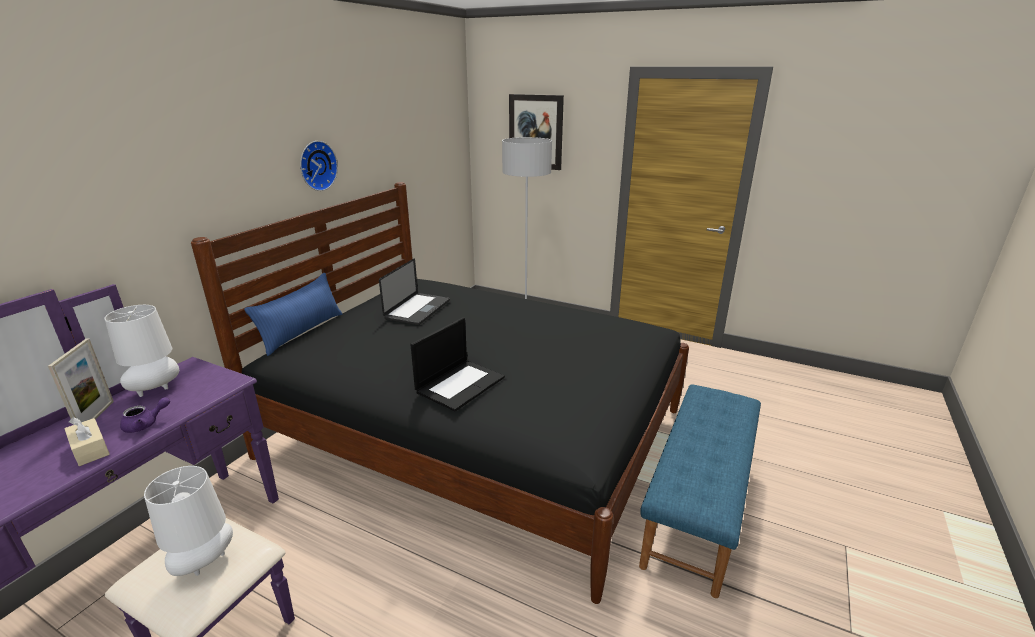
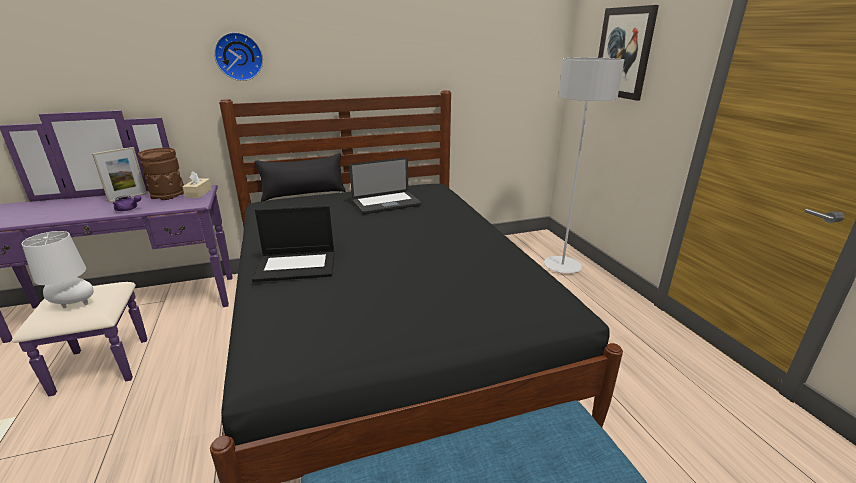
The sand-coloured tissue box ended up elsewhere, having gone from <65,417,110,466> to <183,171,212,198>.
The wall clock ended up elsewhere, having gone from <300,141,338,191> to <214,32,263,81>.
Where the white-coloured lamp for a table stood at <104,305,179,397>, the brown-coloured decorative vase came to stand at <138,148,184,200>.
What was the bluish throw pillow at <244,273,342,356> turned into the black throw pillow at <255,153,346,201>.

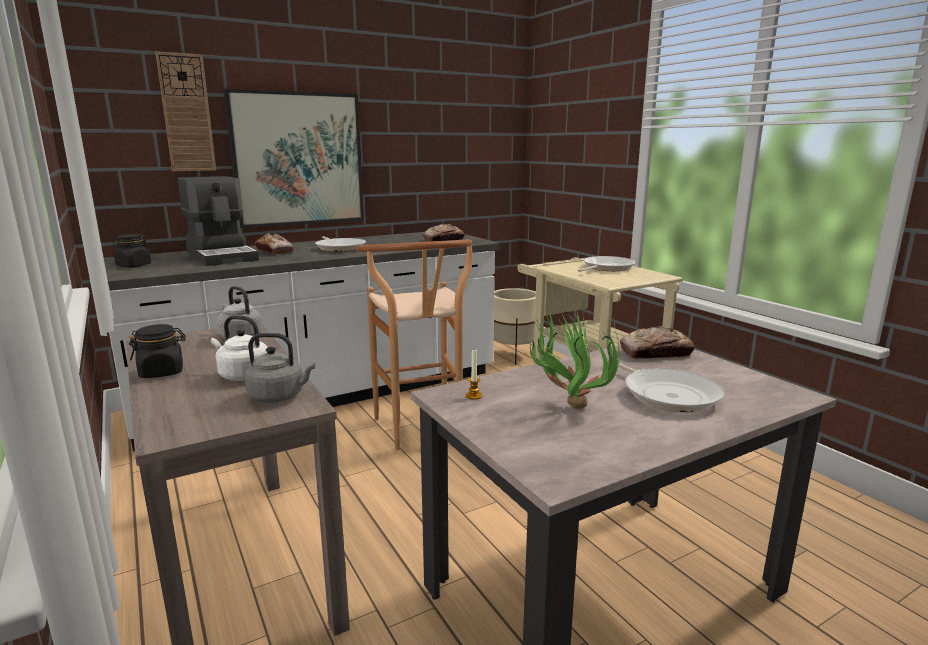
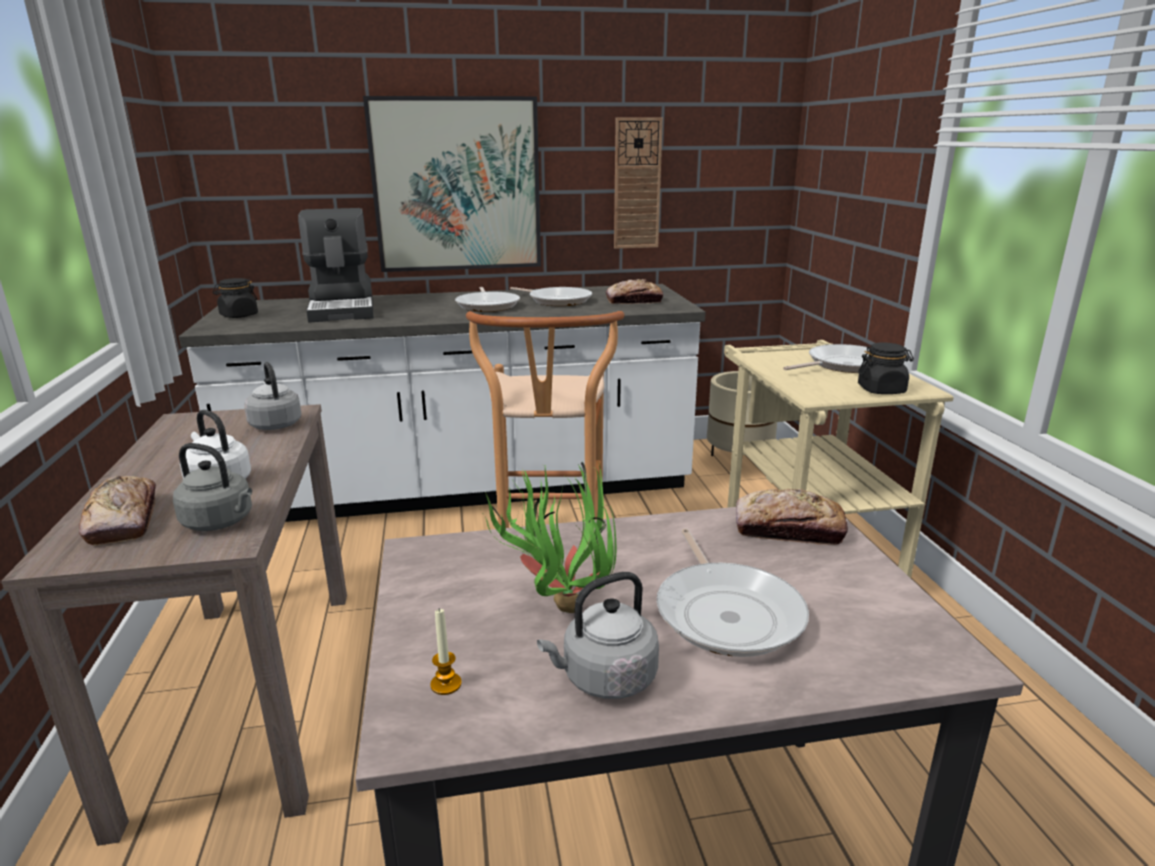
The second view gained the pan at <510,287,592,306>.
The second view gained the grey water kettle at <537,572,659,699>.
The black jar ended up elsewhere, having gone from <129,324,186,378> to <858,343,914,394>.
The wall clock ended up elsewhere, having gone from <155,51,216,171> to <614,117,663,249>.
The bakery bread ended up elsewhere, having gone from <255,233,294,254> to <79,476,156,546>.
The wax candle ended up elsewhere, having gone from <466,350,483,400> to <430,609,462,695>.

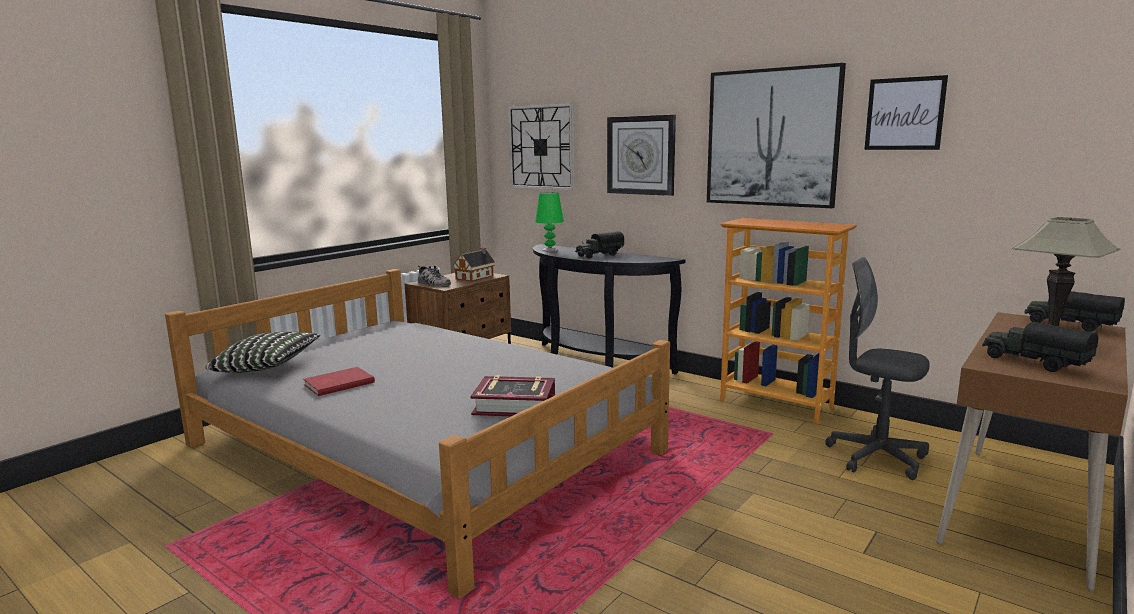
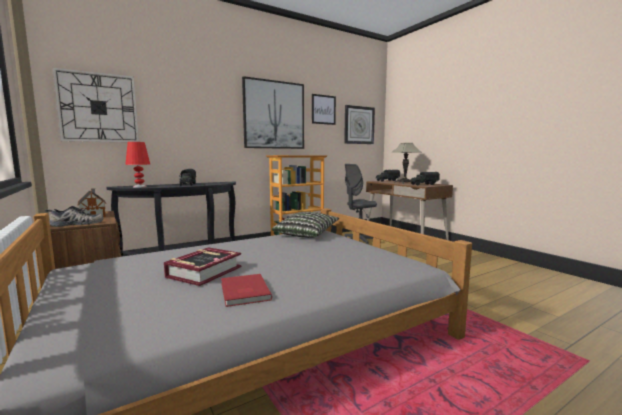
The throw pillow ended up elsewhere, having gone from <206,332,321,373> to <272,212,339,238>.
The bound book ended up elsewhere, having gone from <470,375,555,416> to <164,247,242,286>.
The wall clock ended up elsewhere, having gone from <607,115,676,196> to <344,105,375,144>.
What was the green lamp for a table at <535,192,564,252> turned into the reddish lamp for a table at <125,142,150,188>.

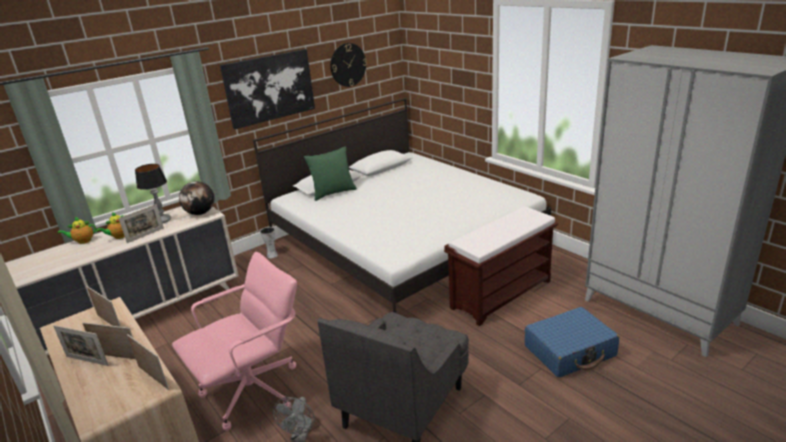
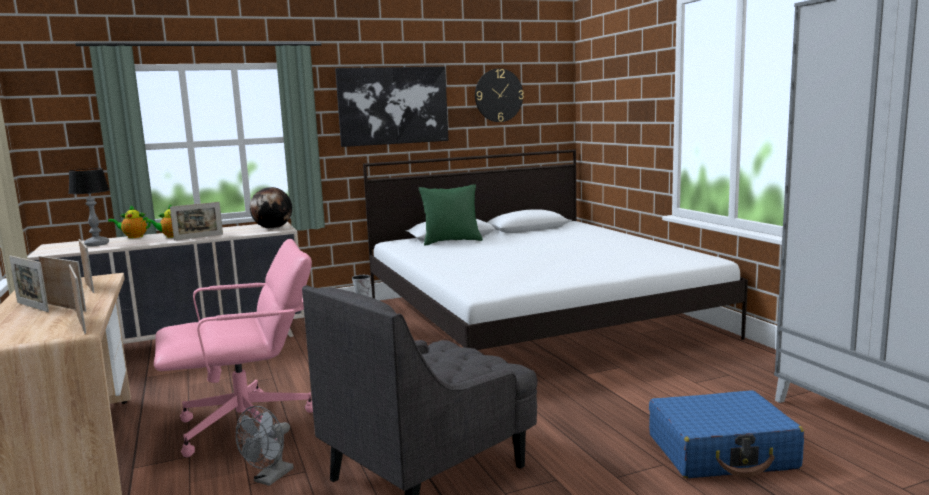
The second view lost the brown-coloured indoor bench at <444,206,558,326>.
The lamp for a table ended up elsewhere, having gone from <135,164,171,224> to <68,168,110,246>.

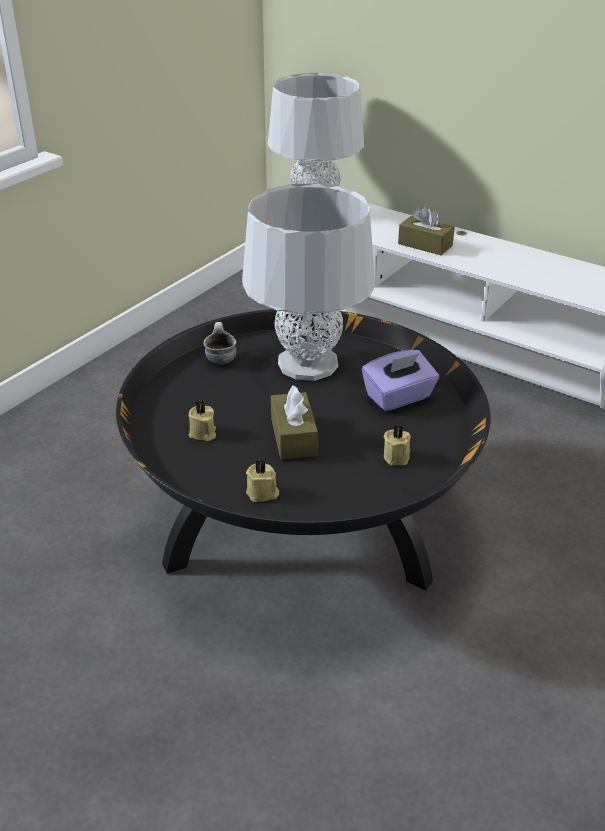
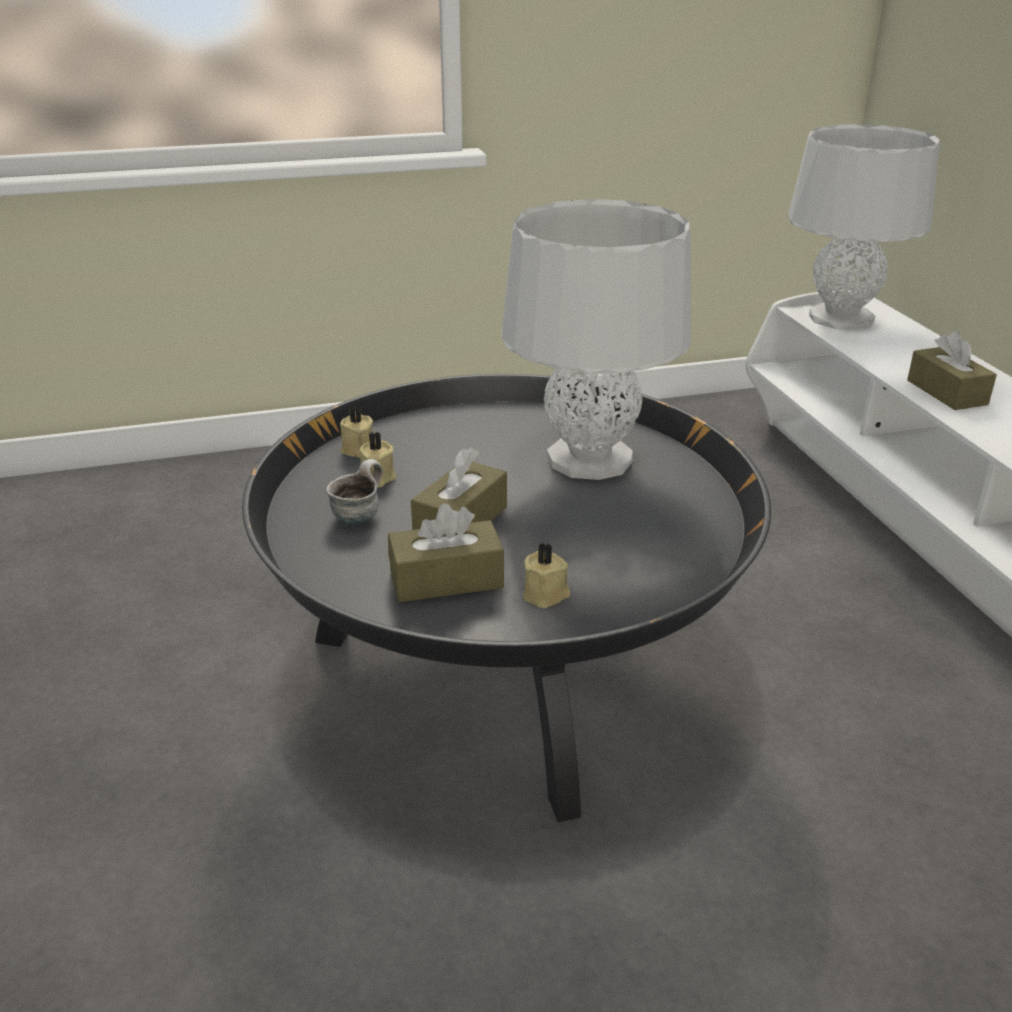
The second view lost the purple tissue box at <362,350,439,411>.
The second view gained the brown-coloured tissue box at <388,503,504,602>.
The mug ended up elsewhere, having gone from <203,322,236,365> to <326,459,383,524>.
The sand-coloured wax candle ended up elsewhere, having gone from <246,460,279,502> to <340,406,373,458>.

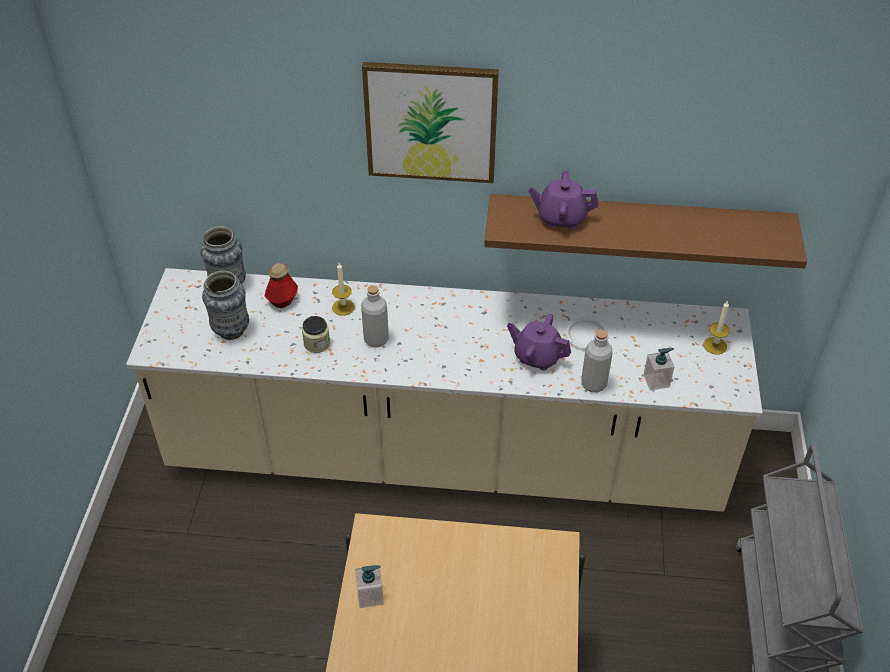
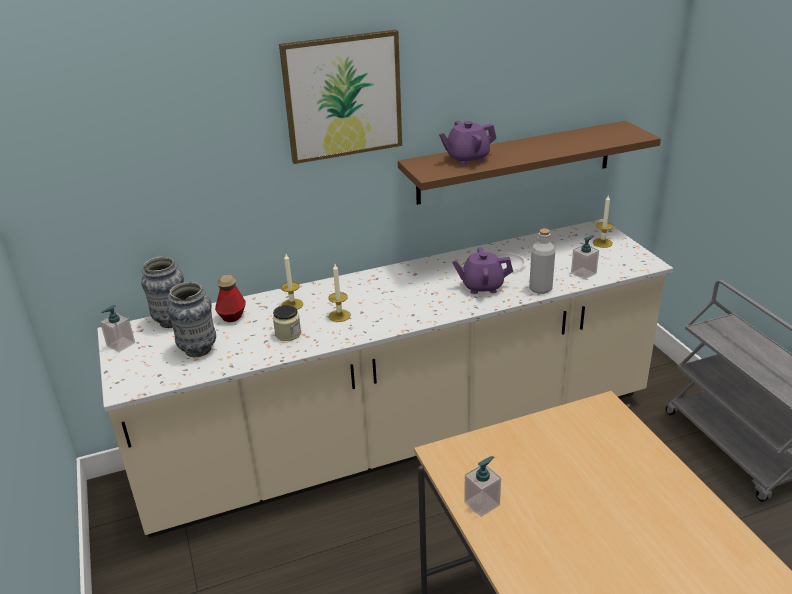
The second view gained the soap bottle at <100,305,135,352>.
Where the grey bottle stood at <361,285,389,347>, the wax candle came to stand at <328,264,351,322>.

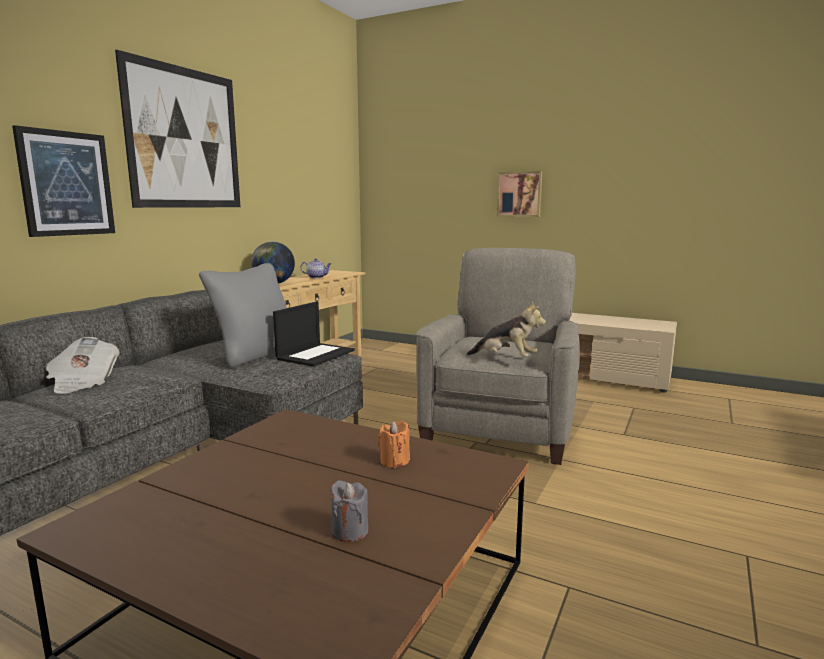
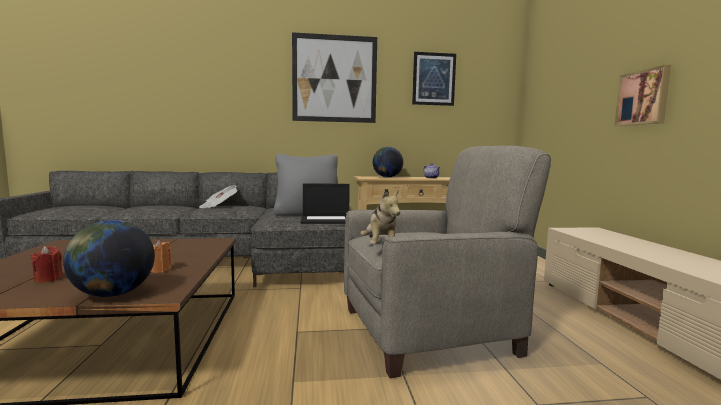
The second view gained the desk globe at <63,220,155,297>.
The wall picture ended up elsewhere, having gone from <12,125,115,237> to <412,52,456,106>.
What was the grey wax candle at <330,480,368,542> turned into the reddish wax candle at <31,246,63,283>.

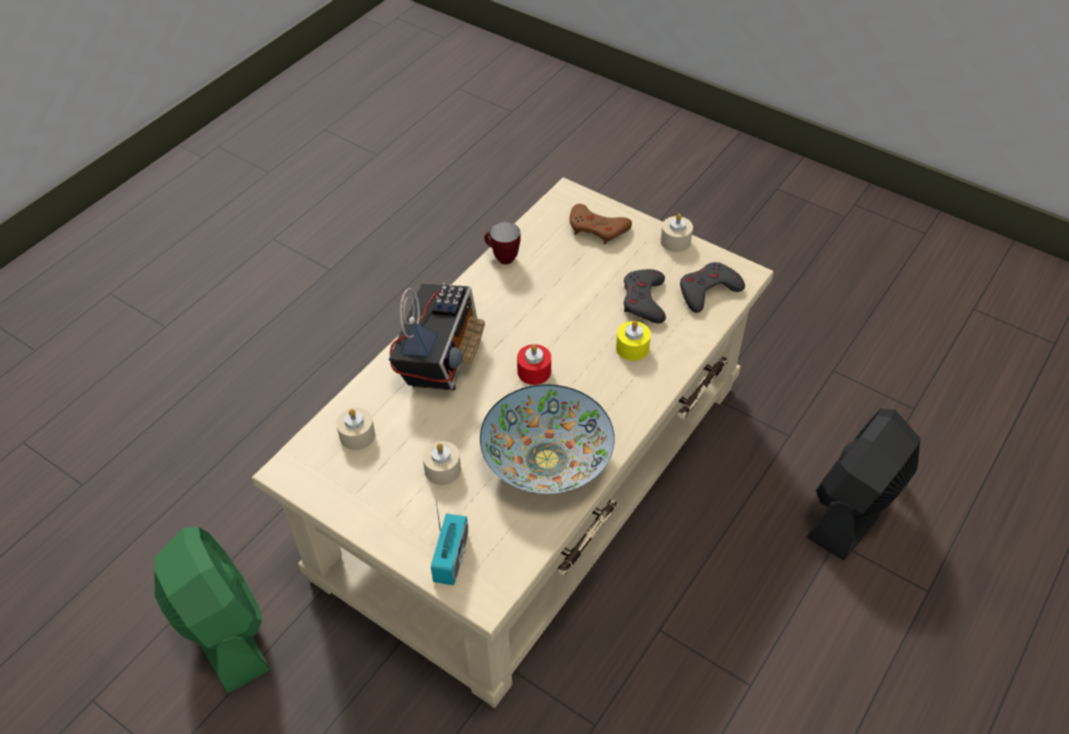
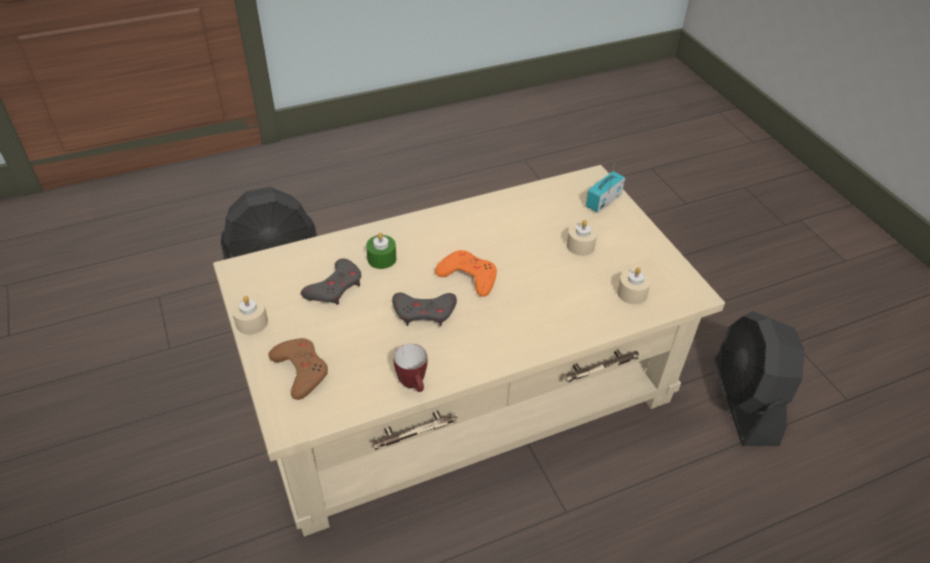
The second view lost the radio receiver at <389,283,485,391>.
The second view lost the bowl at <480,384,615,494>.
The grey joypad ended up elsewhere, having gone from <680,262,745,313> to <392,293,457,326>.
Where the reddish wax candle stood at <517,344,551,385>, the orange-coloured joypad came to stand at <435,250,497,297>.
What was the green cooling fan at <154,527,270,693> turned into the black cooling fan at <715,311,804,446>.
What was the yellow-coloured wax candle at <616,321,651,361> turned into the green wax candle at <366,232,396,269>.

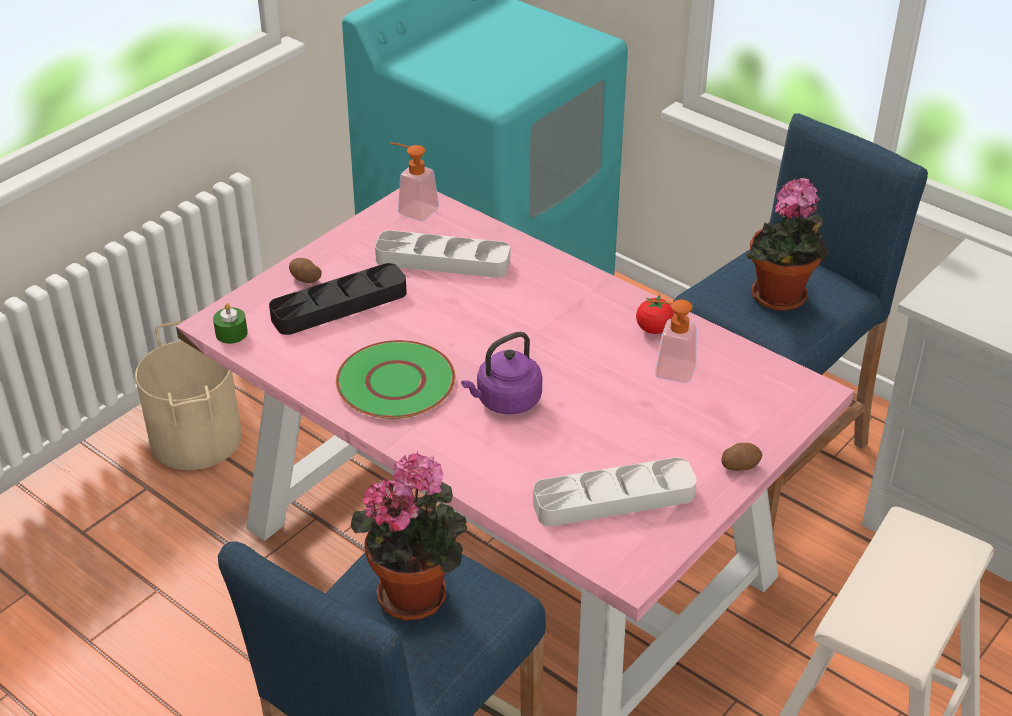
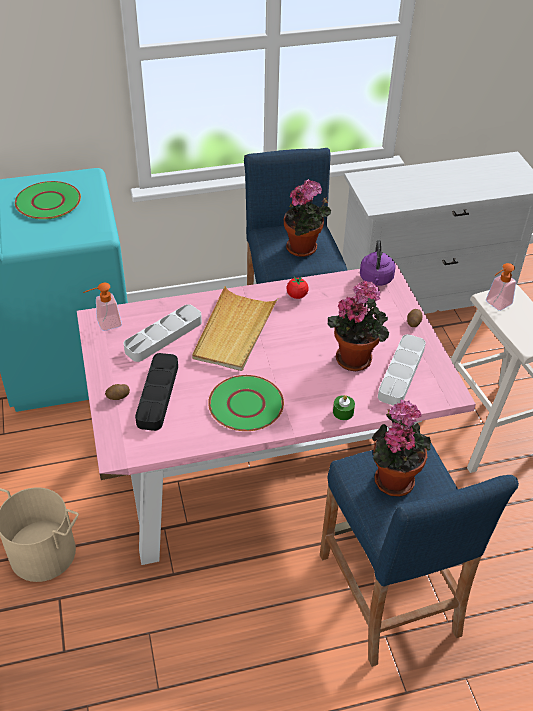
The second view gained the green plate at <15,181,81,220>.
The second view gained the sand-coloured carrying tray at <192,286,278,371>.
The second view gained the potted plant at <328,280,389,371>.
The green wax candle ended up elsewhere, having gone from <213,303,248,344> to <333,395,355,420>.
The purple water kettle ended up elsewhere, having gone from <461,332,542,415> to <360,240,396,286>.
The soap bottle ended up elsewhere, having gone from <646,299,697,383> to <486,263,516,311>.

